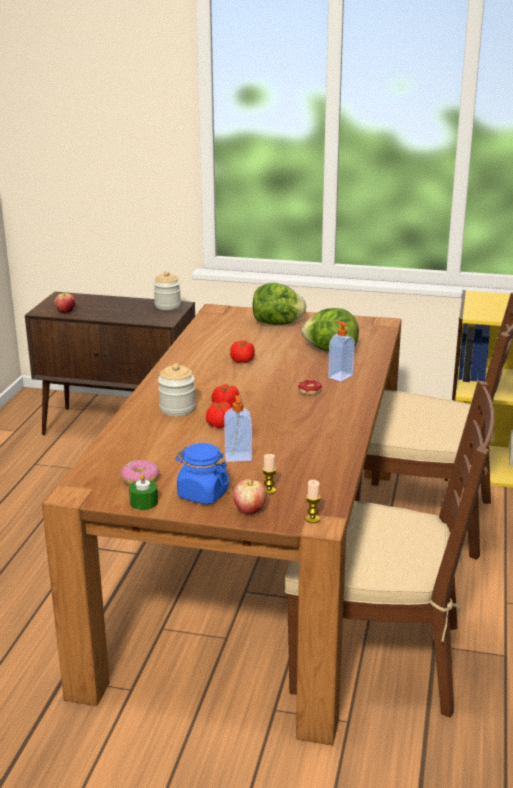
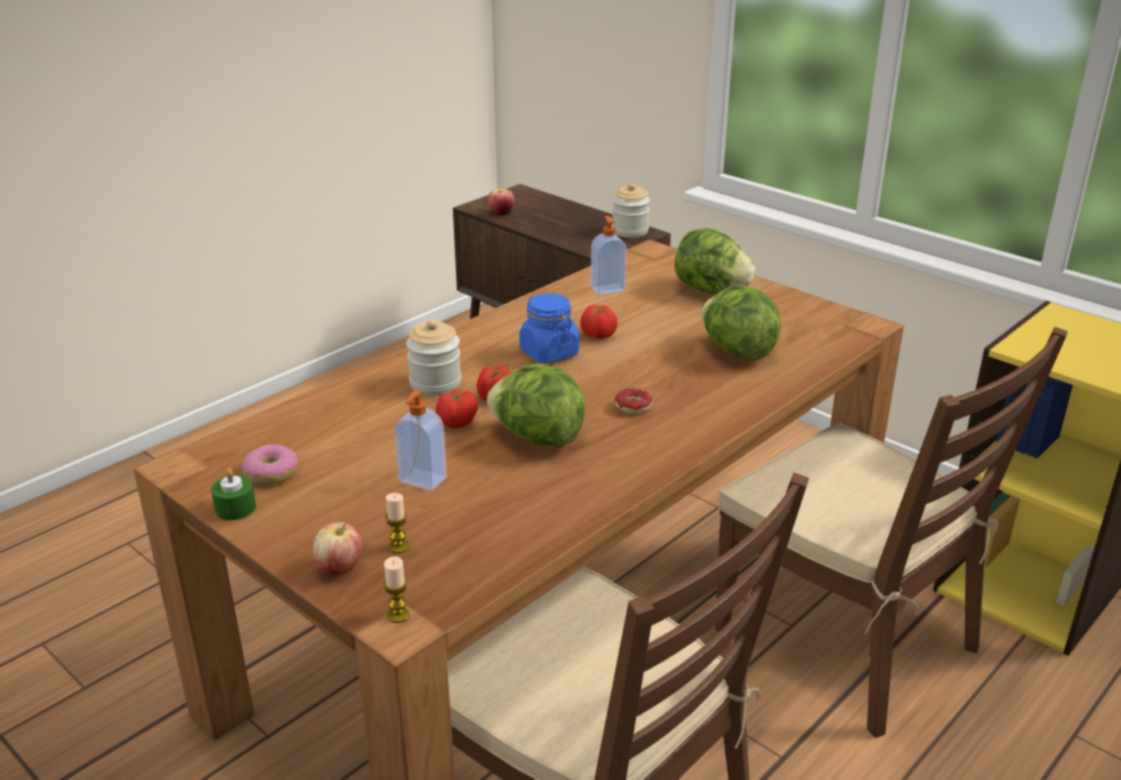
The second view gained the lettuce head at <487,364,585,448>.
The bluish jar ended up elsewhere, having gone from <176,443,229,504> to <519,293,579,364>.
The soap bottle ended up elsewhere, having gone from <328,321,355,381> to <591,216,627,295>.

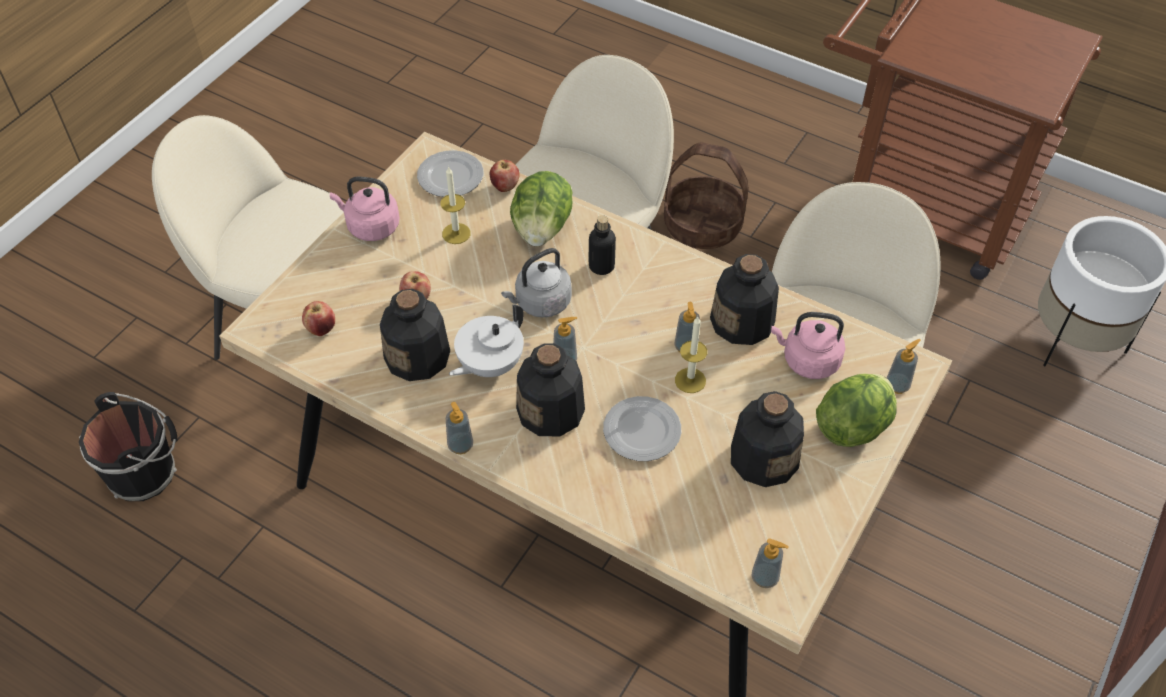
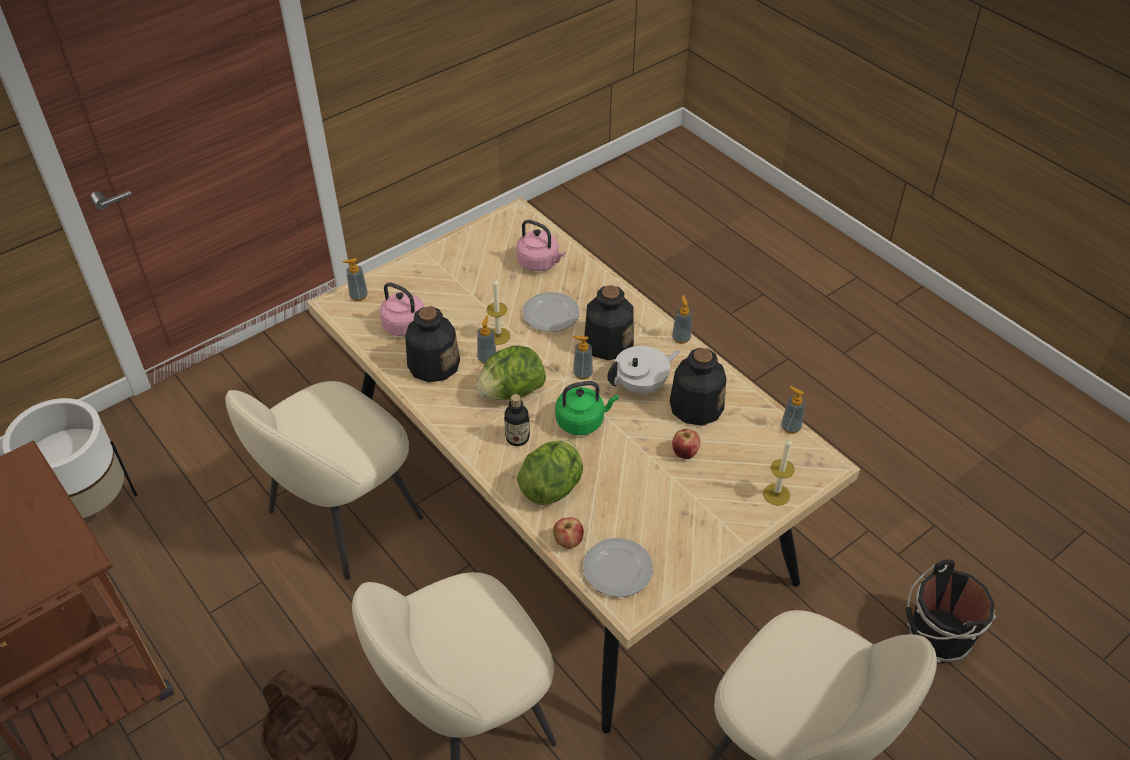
The second view lost the apple at <302,301,335,336>.
The second view lost the bottle at <731,391,804,487>.
The pink water kettle ended up elsewhere, having gone from <330,177,400,241> to <516,220,566,271>.
The wax candle ended up elsewhere, having gone from <440,166,470,244> to <763,437,795,506>.
The soap bottle ended up elsewhere, having gone from <751,538,789,588> to <781,386,806,434>.
The lettuce head ended up elsewhere, having gone from <816,373,897,447> to <476,345,546,400>.
What was the grey water kettle at <501,248,572,318> turned into the green water kettle at <555,381,619,435>.

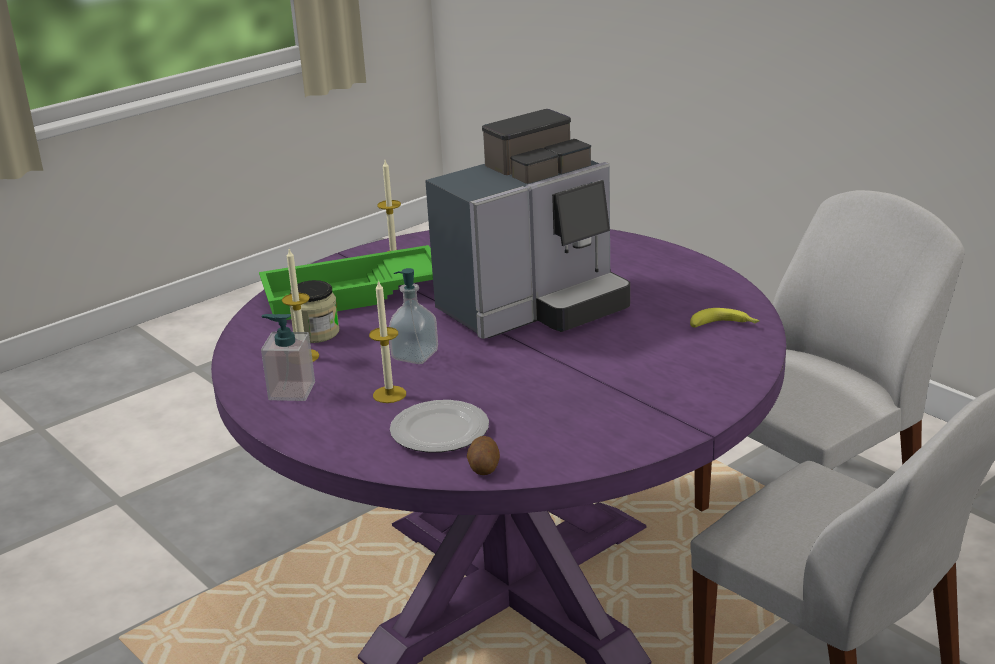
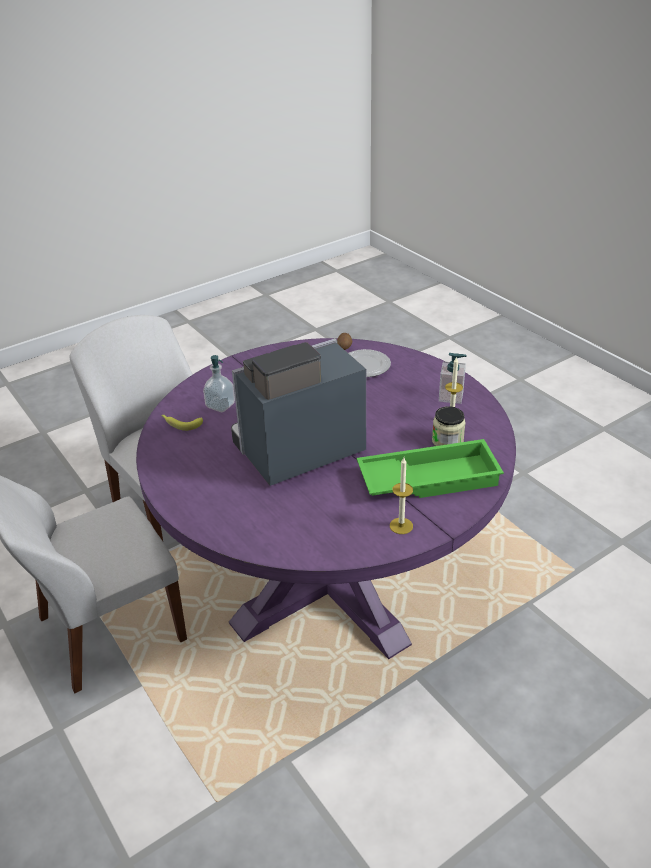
The second view lost the wax candle at <369,280,406,403>.
The soap bottle ended up elsewhere, having gone from <389,268,438,364> to <203,355,235,412>.

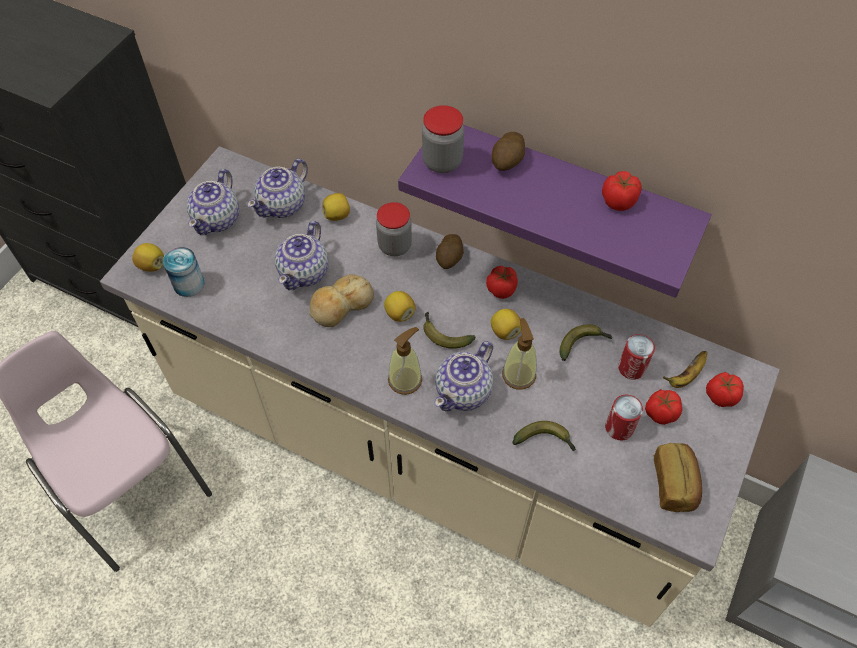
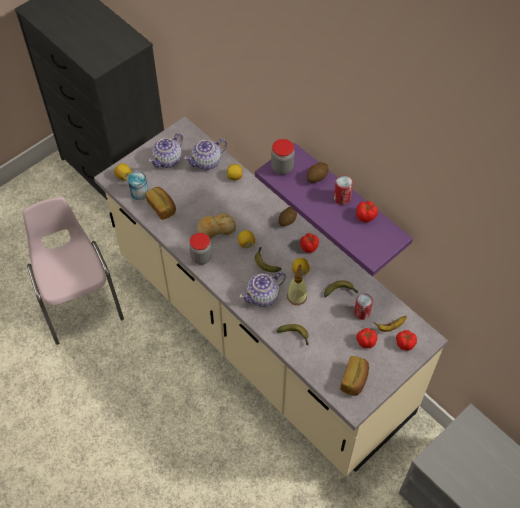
The second view lost the teapot at <275,221,328,290>.
The second view lost the soap bottle at <388,327,422,395>.
The second view gained the bakery bread at <145,187,176,220>.
The jar ended up elsewhere, having gone from <376,202,412,256> to <189,233,212,265>.
The sealed can ended up elsewhere, having gone from <605,395,643,440> to <334,175,353,205>.

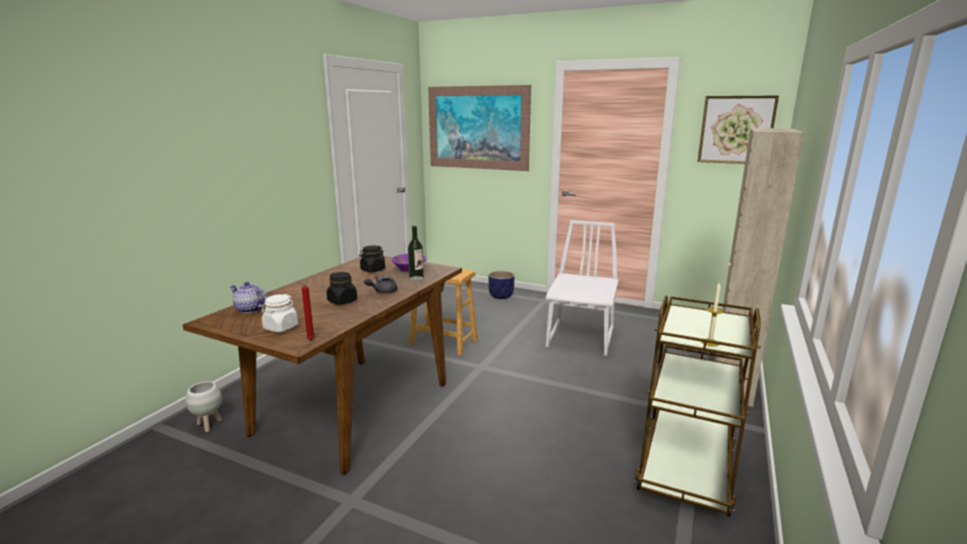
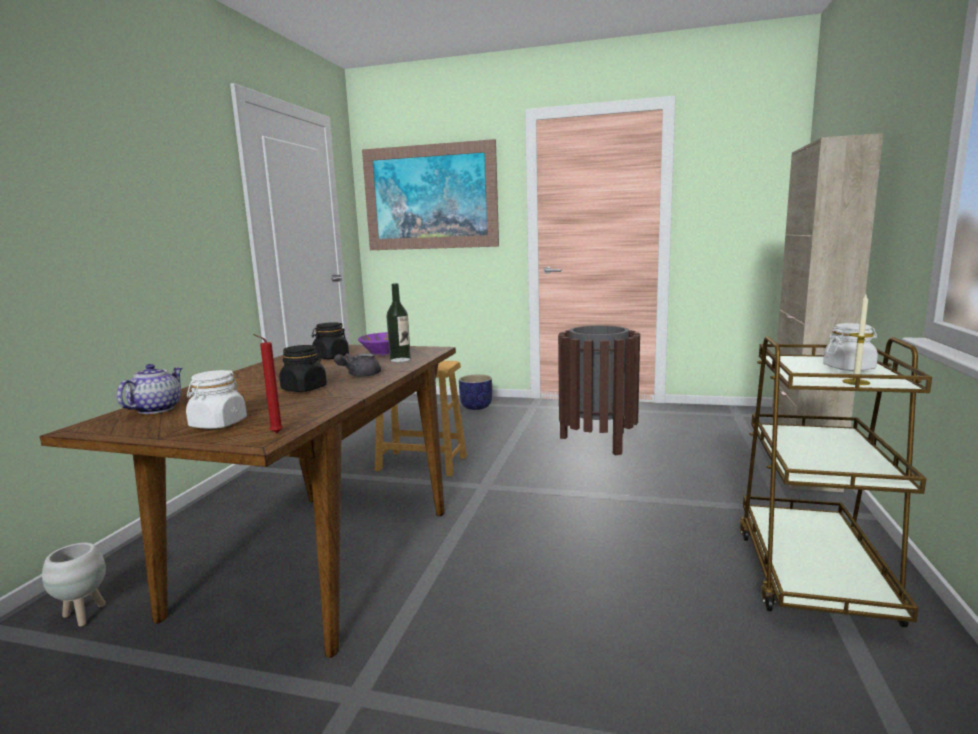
The second view lost the wall picture at <698,96,779,164>.
The second view gained the white-coloured jar at <823,323,878,371>.
Where the white-coloured plain chair stood at <545,220,619,356>, the brown-coloured trash can came to stand at <558,325,640,456>.
The teapot at <230,282,267,313> ended up facing another way, 90 degrees clockwise from before.

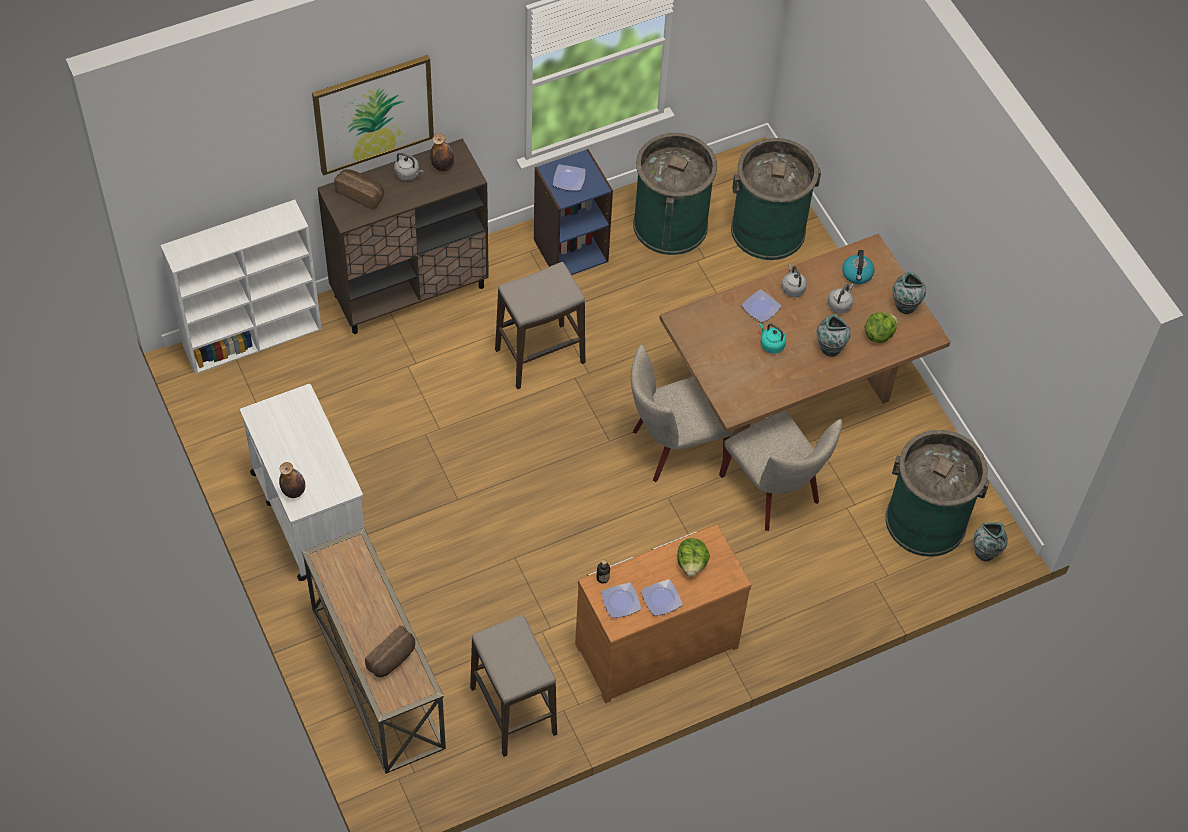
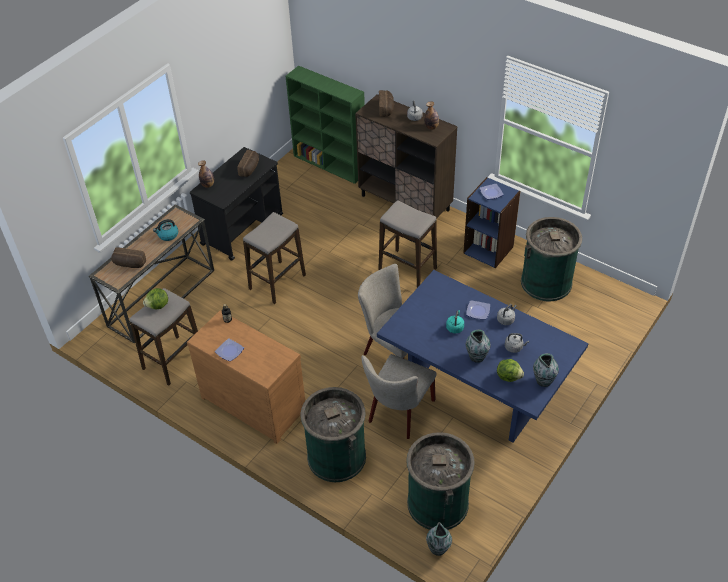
The second view lost the wall picture at <312,55,434,176>.
The second view lost the plate at <601,583,641,618>.
The second view gained the bakery bread at <237,150,259,177>.
The second view gained the sitting stool at <243,212,306,304>.
The lettuce head ended up elsewhere, having gone from <678,538,710,576> to <143,288,168,309>.
The green trash can ended up elsewhere, having gone from <731,138,821,260> to <301,387,366,482>.
The water kettle ended up elsewhere, having gone from <842,250,875,284> to <153,219,178,241>.
What was the white-coloured shelving unit at <160,200,322,374> turned into the green shelving unit at <286,66,365,184>.
What was the white-coloured trolley at <240,384,364,581> turned into the black trolley at <190,147,283,261>.
What was the brown-coloured dining table at <659,234,950,437> turned into the bluish dining table at <377,270,589,443>.

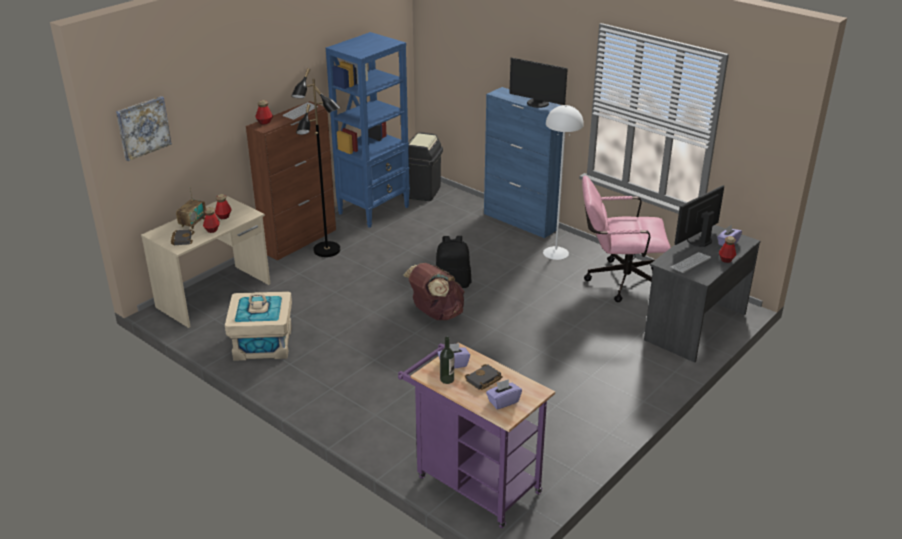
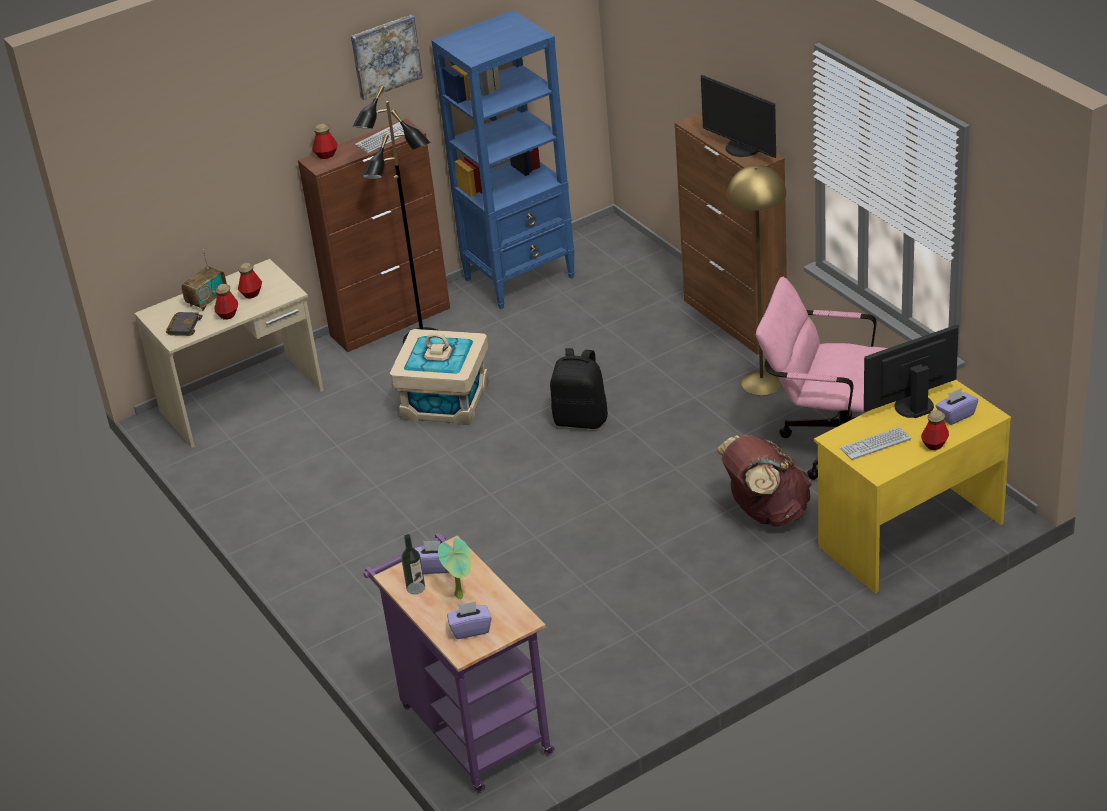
The second view lost the black trash can at <402,132,443,201>.
The wall picture ended up elsewhere, having gone from <116,96,172,161> to <351,14,423,100>.
The sand-coloured storage box ended up elsewhere, having gone from <225,291,292,361> to <390,329,489,425>.
The brown-coloured rucksack ended up elsewhere, having gone from <403,263,465,320> to <716,435,812,527>.
Where the black bound book stood at <465,364,503,390>, the potted plant came to stand at <438,538,471,600>.
What was the bluish cupboard at <484,87,563,238> turned into the brown-coloured cupboard at <675,112,787,355>.
What was the white-coloured standing lamp at <543,105,584,260> turned into the yellow-coloured standing lamp at <727,165,786,395>.
What was the grey desk unit at <644,225,760,363> turned into the yellow-coloured desk unit at <814,380,1011,594>.

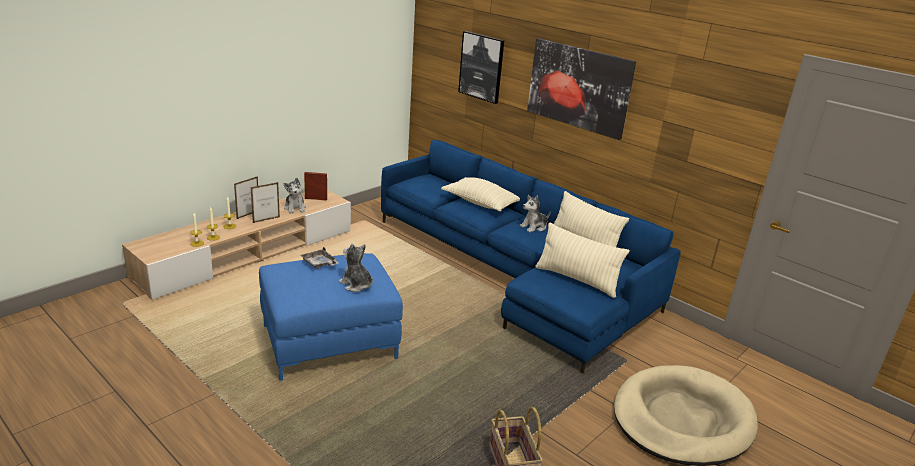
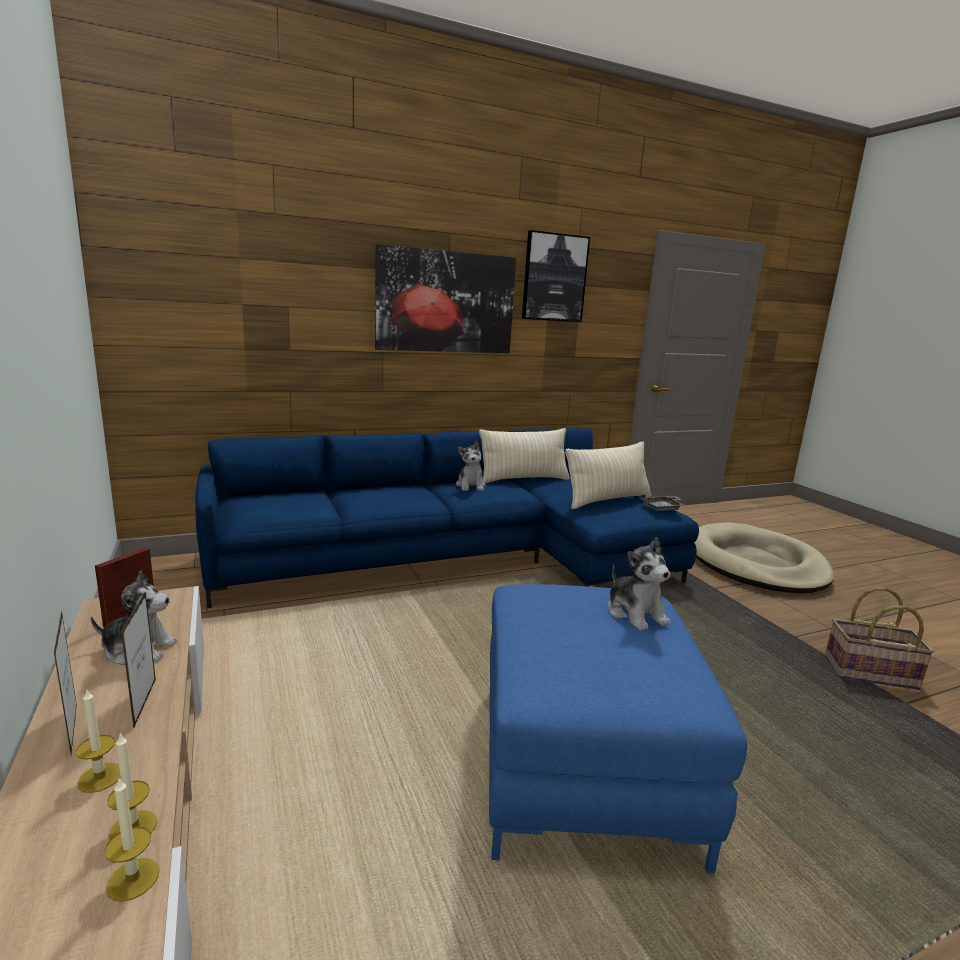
The second view lost the sand-coloured throw pillow at <441,177,520,212>.
The grey carrying tray ended up elsewhere, having gone from <300,247,339,269> to <640,494,684,511>.
The wall picture ended up elsewhere, having gone from <458,31,504,104> to <522,230,590,322>.
The plush toy at <339,244,373,292> ended up facing another way, 90 degrees counterclockwise from before.

